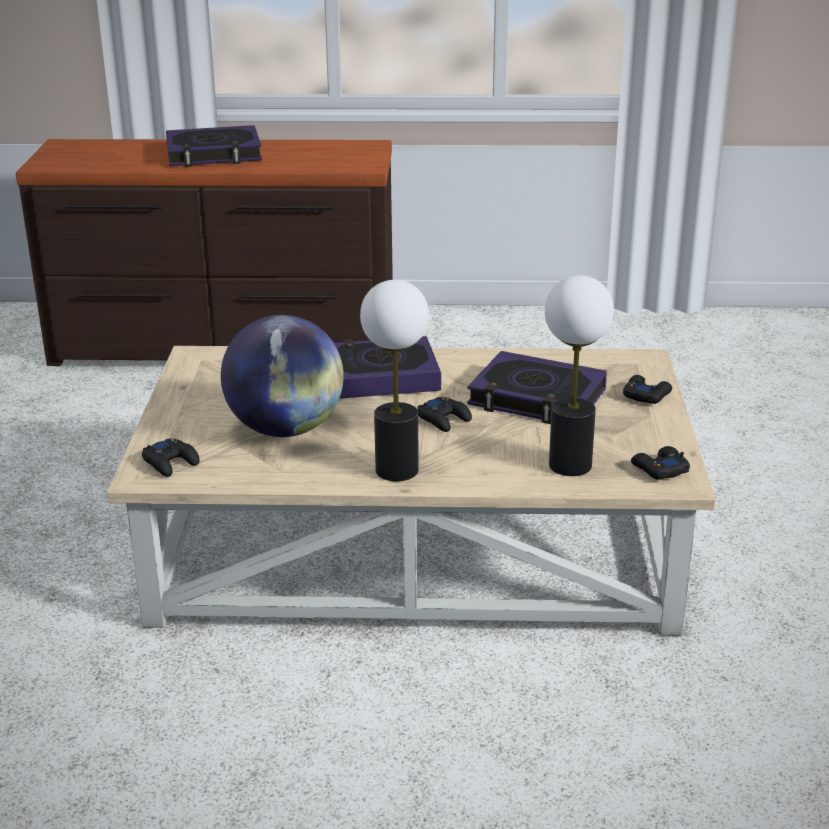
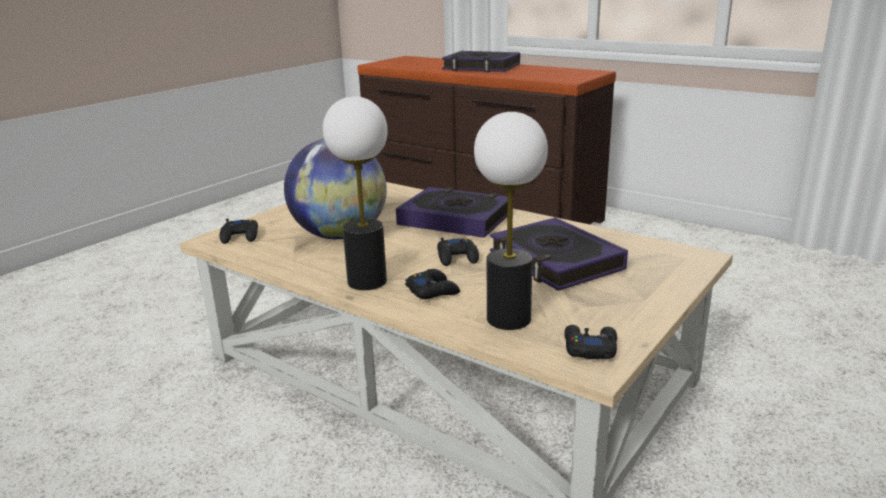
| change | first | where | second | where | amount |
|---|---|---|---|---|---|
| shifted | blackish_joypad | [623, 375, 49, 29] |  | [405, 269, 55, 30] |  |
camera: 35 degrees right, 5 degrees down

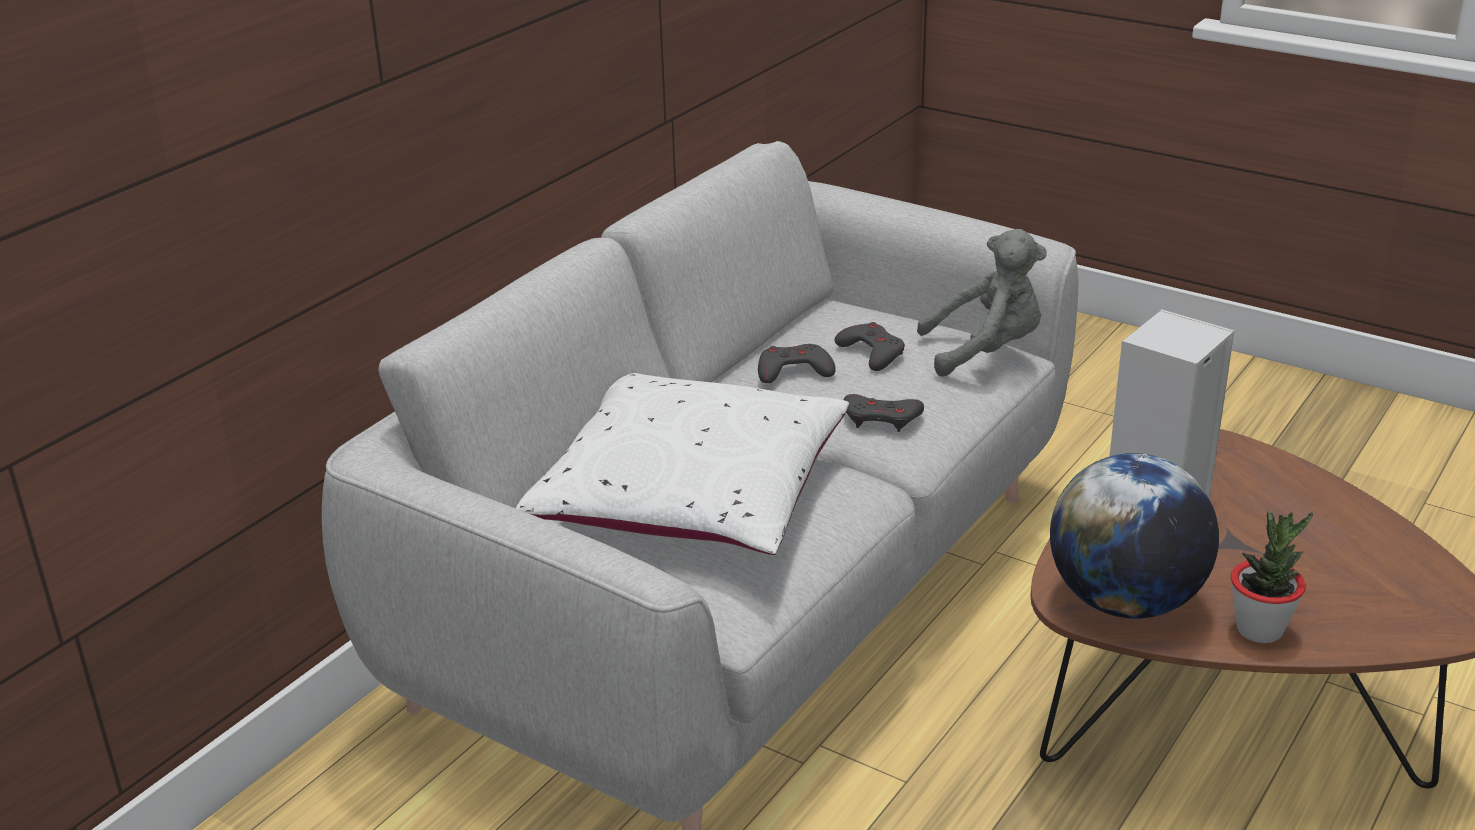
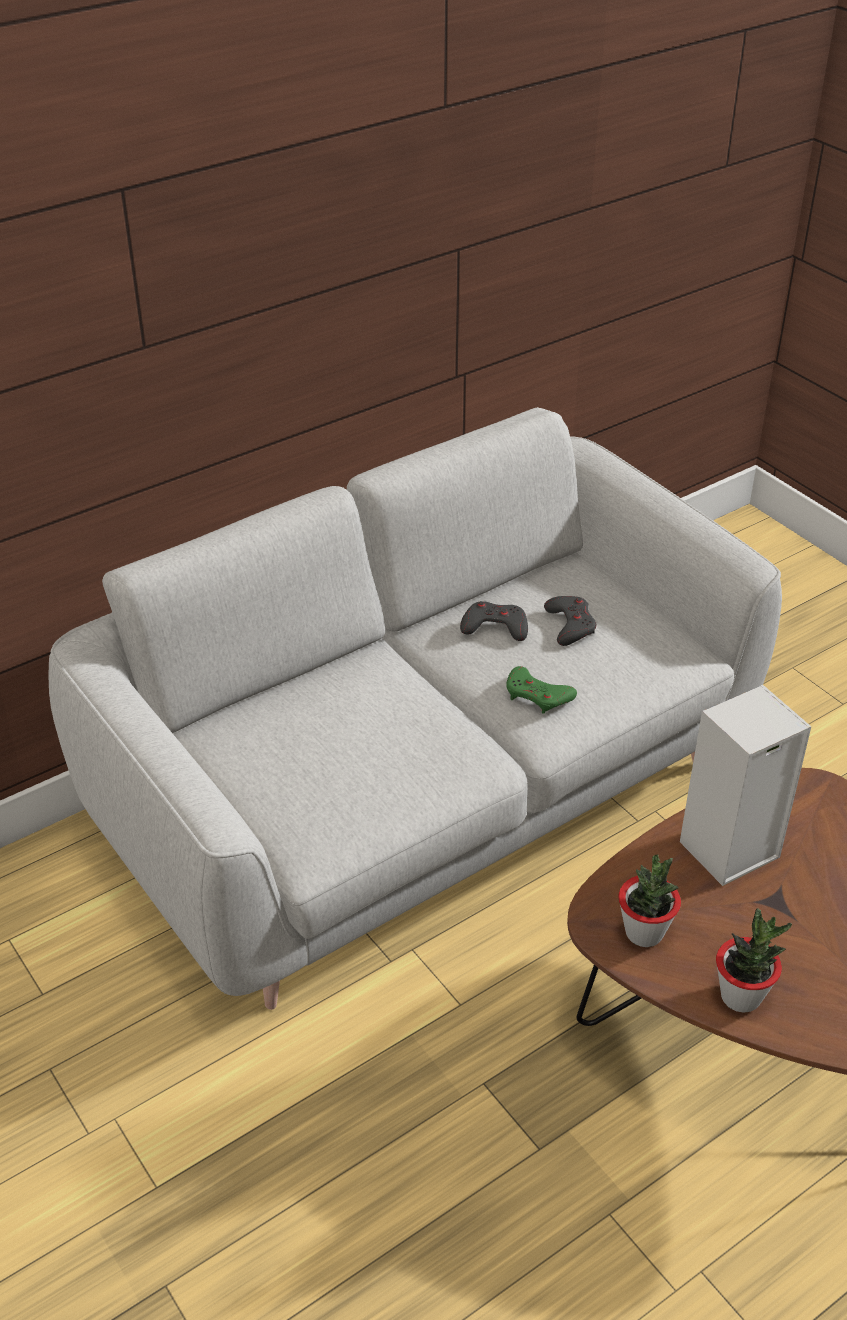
| change | first | where | second | where | amount |
|---|---|---|---|---|---|
| gone | gray_cuddly_toy | [917, 229, 130, 148] |  |  |  |
| gone | whitish_pillow | [516, 373, 333, 182] |  |  |  |
| repainted | gray_joypad | [843, 394, 81, 38] | greenish_joypad | [506, 666, 71, 48] |  |
| swapped | desk_globe | [1050, 453, 169, 166] | houseplant | [618, 855, 63, 92] |  |
camera: 20 degrees right, 10 degrees up

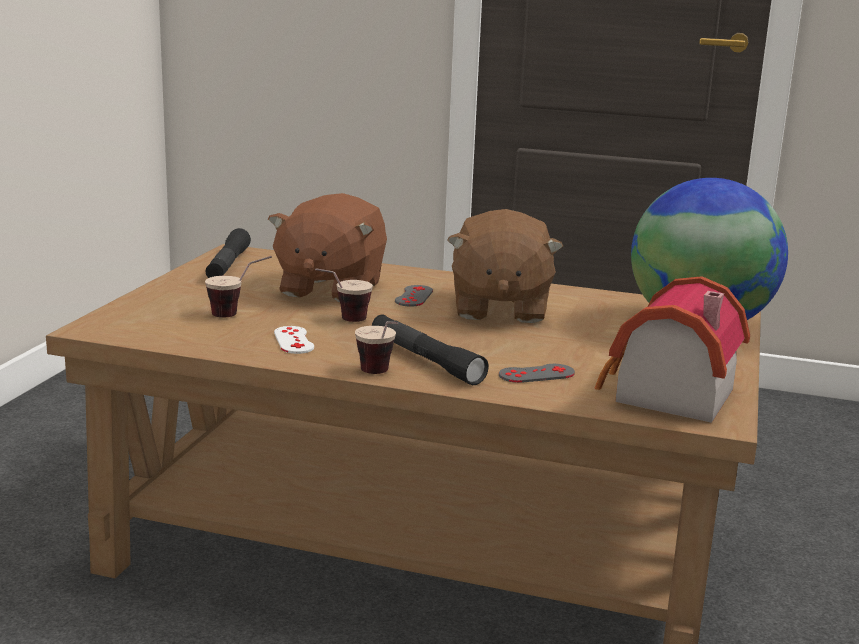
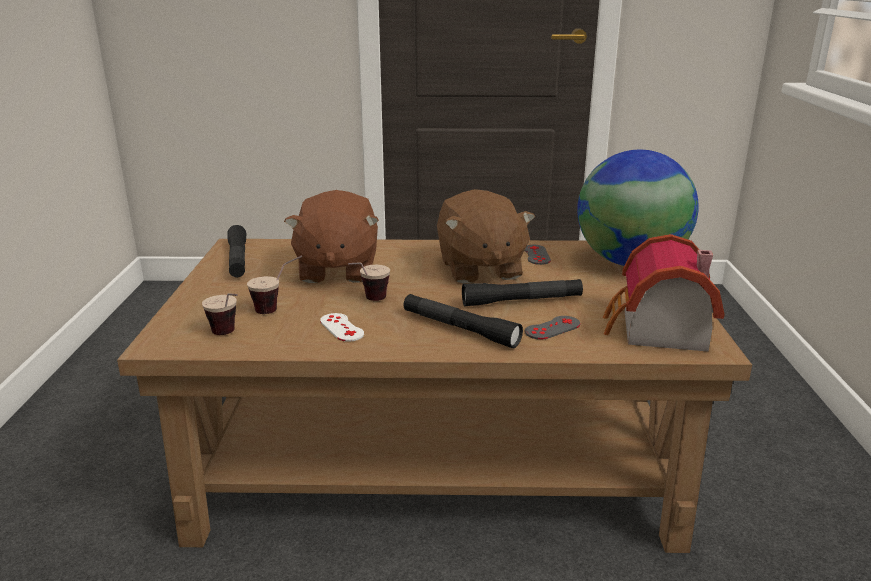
| change | first | where | second | where | amount |
|---|---|---|---|---|---|
| shifted | gray_joypad | [395, 285, 38, 22] |  | [525, 245, 26, 20] |  |
| shifted | drinking_cup | [355, 321, 43, 53] |  | [202, 293, 36, 42] |  |
| new |  |  | blackish_hand_torch | [462, 279, 121, 27] |  |
camera: 15 degrees left, 5 degrees up

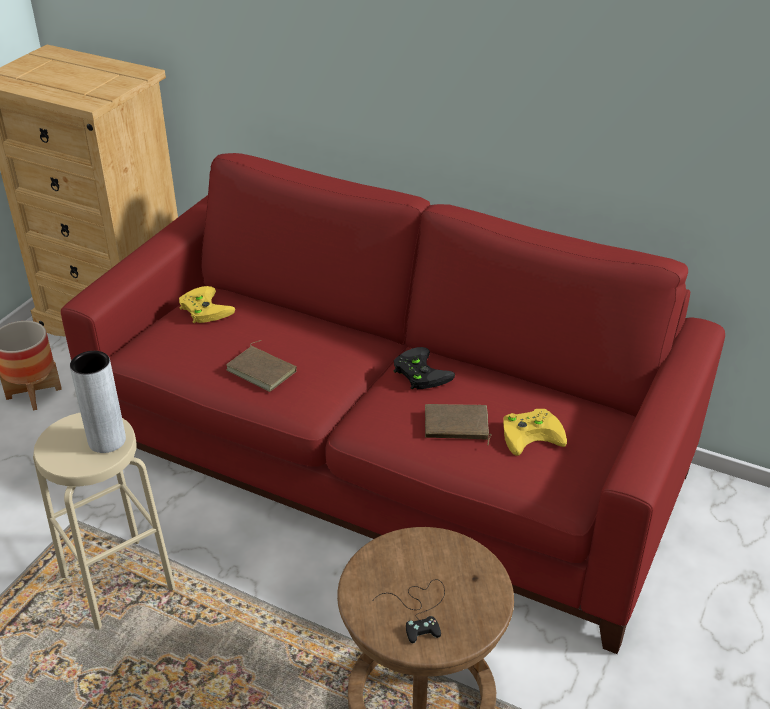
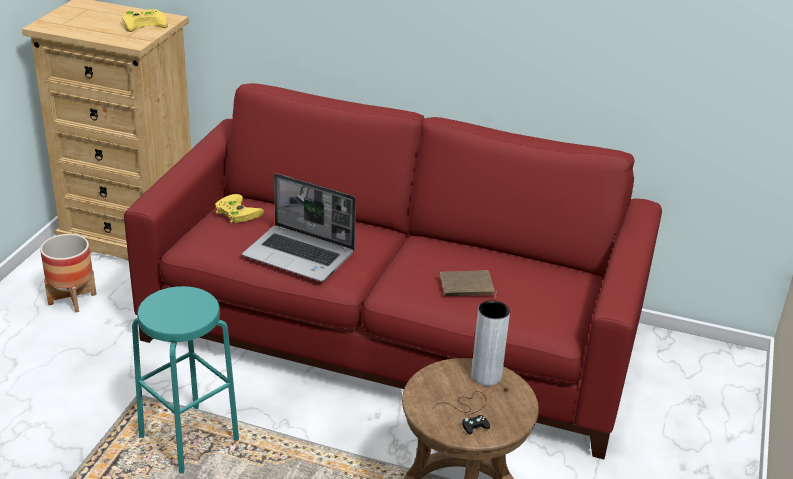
| change | first | where | second | where | amount |
|---|---|---|---|---|---|
| swapped | brown-coloured_volume | [226, 340, 71, 52] | portable_computer | [242, 173, 114, 109] |  |
| gone | blackish_joypad | [394, 347, 61, 43] |  |  |  |
| shifted | gray_decorative_vase | [70, 351, 56, 102] |  | [471, 300, 39, 86] |  |
| shifted | yellow-coloured_joypad | [503, 409, 64, 47] |  | [123, 9, 45, 23] |  |
| repainted | beige-coloured_stool | [33, 412, 142, 218] | blue-green_stool | [132, 286, 107, 187] |  |
camera: 10 degrees left, 5 degrees down

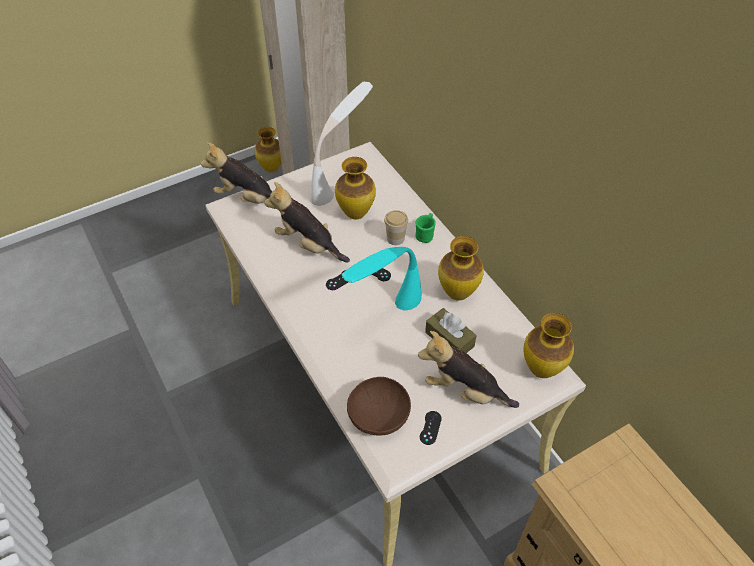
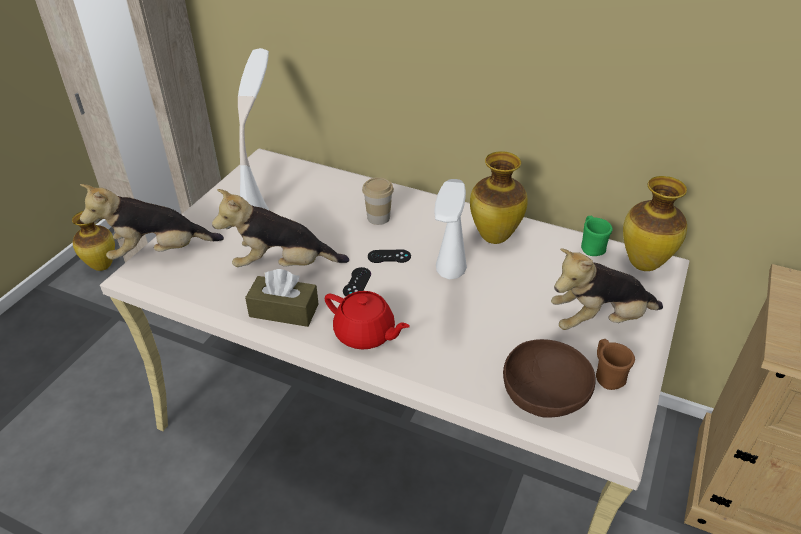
| change | first | where | second | where | amount |
|---|---|---|---|---|---|
| gone | decorative_vase | [335, 157, 41, 62] |  |  |  |
| shifted | greenish_mug | [415, 213, 21, 30] |  | [581, 216, 32, 40] |  |
| repainted | blue-green_lamp_for_a_table | [342, 247, 80, 64] | whitish_lamp_for_a_table | [434, 179, 33, 100] |  |
| shifted | brown-coloured_tissue_holder | [425, 308, 52, 45] |  | [245, 269, 73, 58] |  |
| swapped | blackish_joypad | [420, 411, 22, 34] | brown-coloured_mug | [596, 339, 39, 51] |  |
| new |  |  | red_pot_for_tea | [325, 291, 85, 59] |  |
camera: 35 degrees left, 10 degrees down

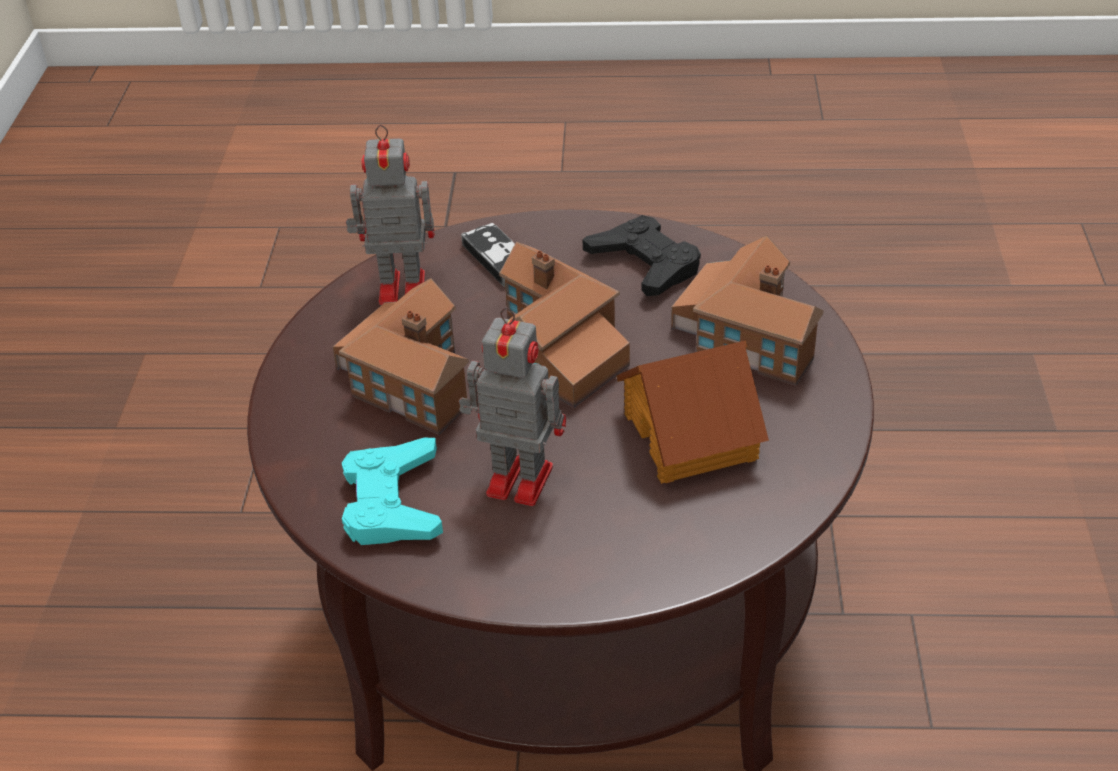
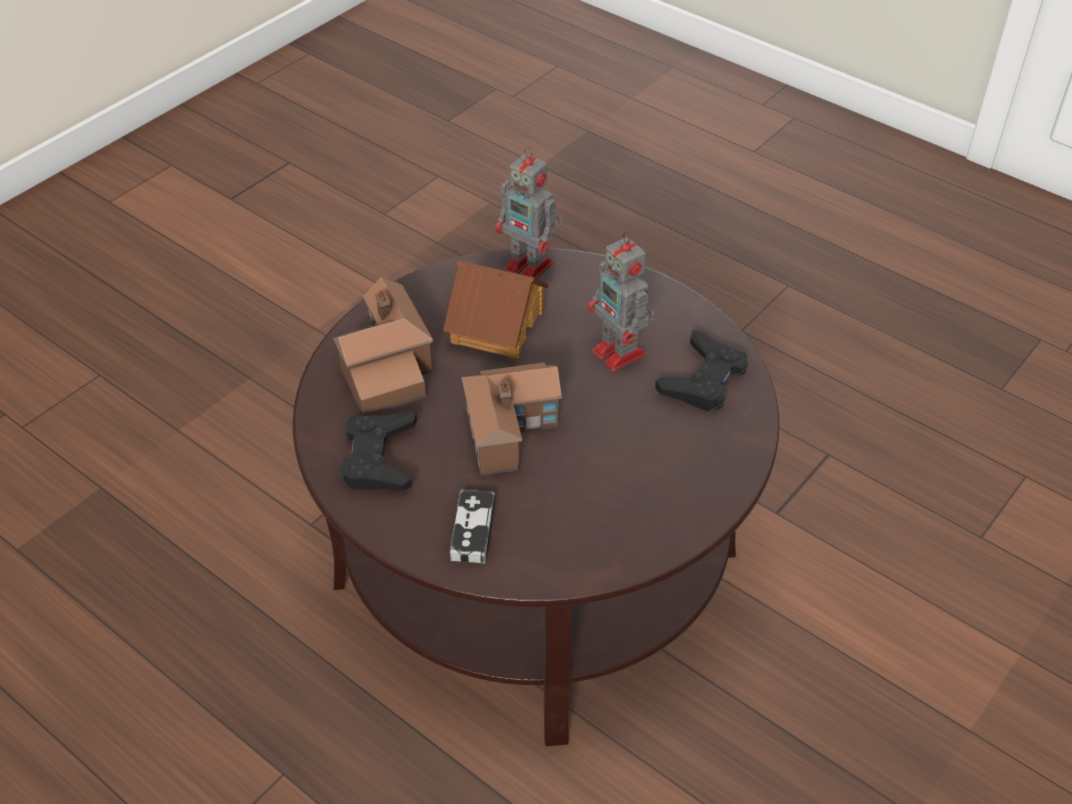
| change | first | where | second | where | amount |
|---|---|---|---|---|---|
| shifted | toy_robot | [346, 125, 89, 180] |  | [495, 147, 68, 132] |  |
| gone | toy_house | [333, 278, 136, 157] |  |  |  |
| repainted | blue-green_joypad | [342, 438, 101, 107] | blackish_joypad | [655, 330, 93, 81] |  |
camera: 145 degrees left, 5 degrees up

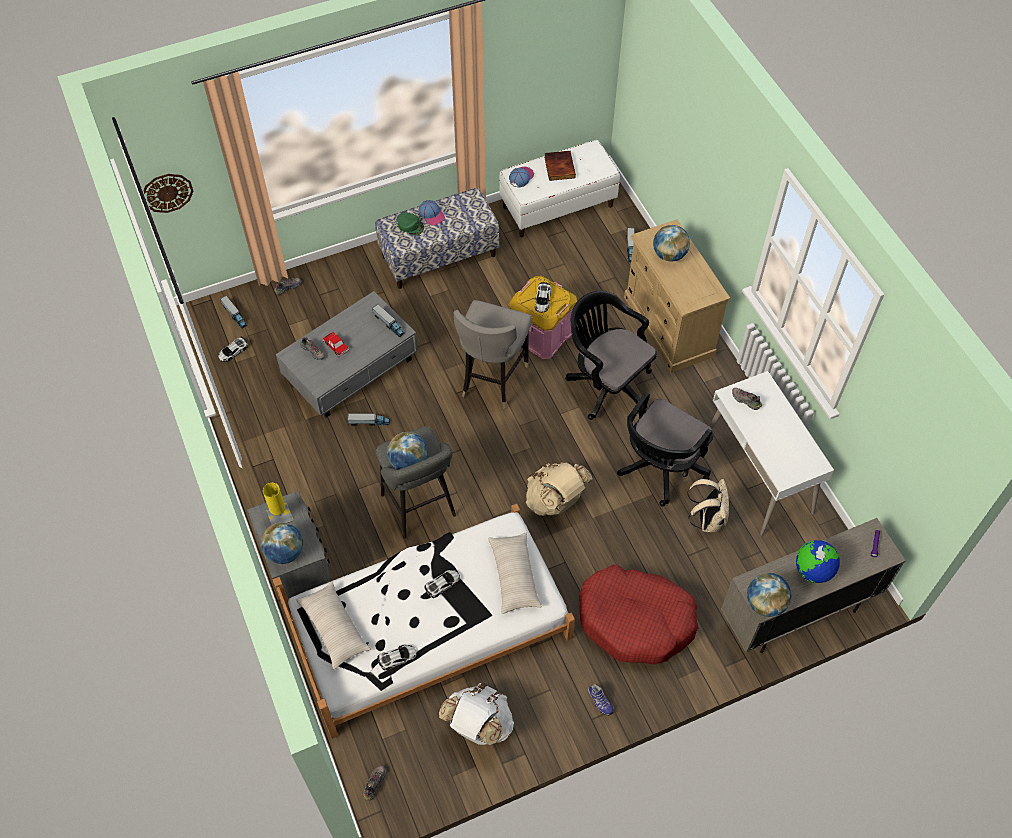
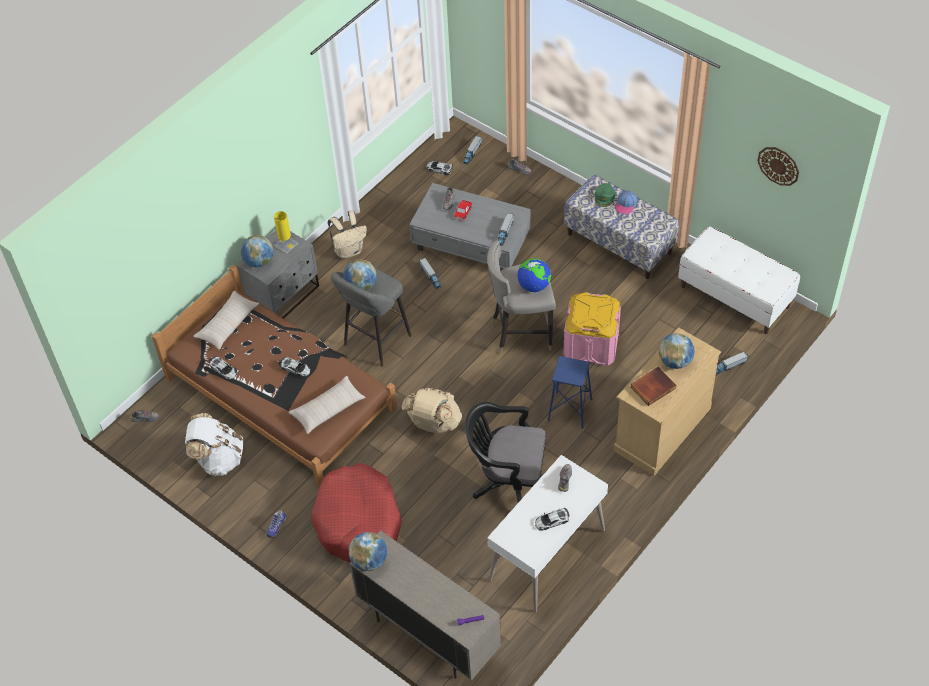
| change | first | where | second | where | amount |
|---|---|---|---|---|---|
| shifted | volume | [544, 151, 32, 30] |  | [630, 367, 46, 39] |  |
| gone | peaked_cap | [509, 166, 25, 21] |  |  |  |
| shifted | wall_clock | [143, 174, 50, 39] |  | [758, 147, 41, 39] |  |
| shifted | miniature_car | [535, 282, 16, 31] |  | [535, 508, 34, 22] |  |
| swapped | blackish_desk_chair | [565, 291, 92, 129] | bluish_stool | [548, 356, 44, 73] |  |
| shifted | beige-coloured_rucksack | [687, 479, 42, 53] |  | [328, 210, 39, 49] |  |
| repainted | whitish_bed | [273, 504, 302, 235] | brown-coloured_bed | [152, 265, 245, 221] |  |
| shifted | desk_globe | [796, 540, 44, 43] |  | [517, 259, 34, 33] |  |
camera: 65 degrees right, 5 degrees down

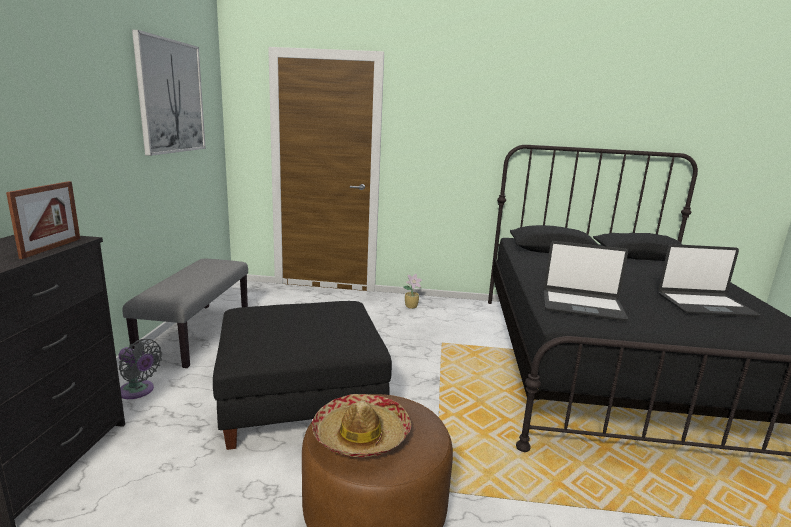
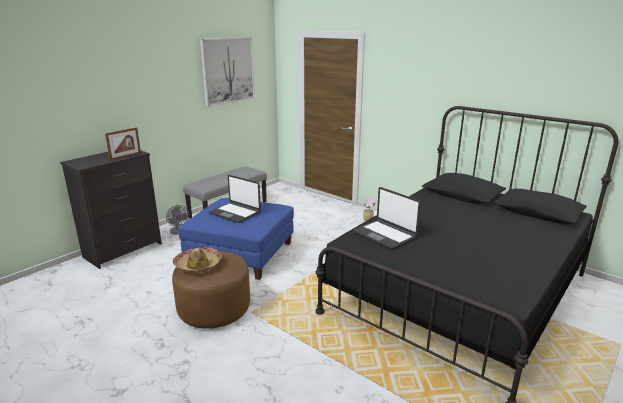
| change | first | where | second | where | amount |
|---|---|---|---|---|---|
| shifted | portable_computer | [658, 244, 102, 73] |  | [209, 175, 52, 48] |  |
| repainted | blackish_footrest | [213, 301, 179, 149] | bluish_footrest | [178, 198, 116, 82] |  |
camera: 35 degrees right, 5 degrees up

